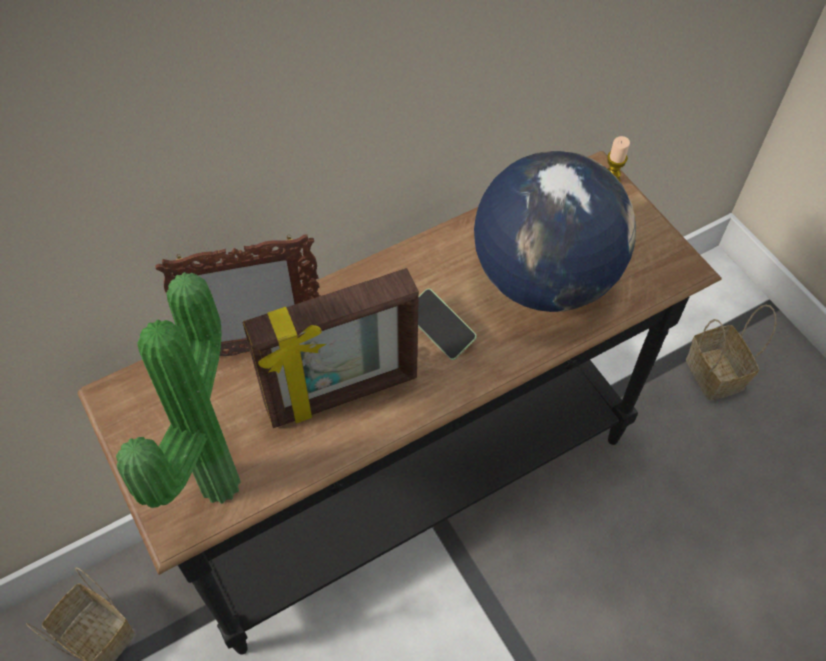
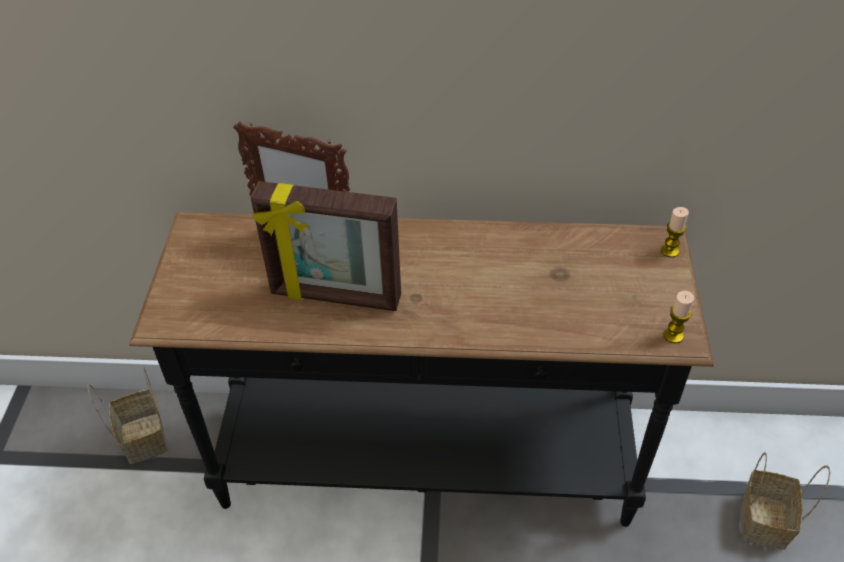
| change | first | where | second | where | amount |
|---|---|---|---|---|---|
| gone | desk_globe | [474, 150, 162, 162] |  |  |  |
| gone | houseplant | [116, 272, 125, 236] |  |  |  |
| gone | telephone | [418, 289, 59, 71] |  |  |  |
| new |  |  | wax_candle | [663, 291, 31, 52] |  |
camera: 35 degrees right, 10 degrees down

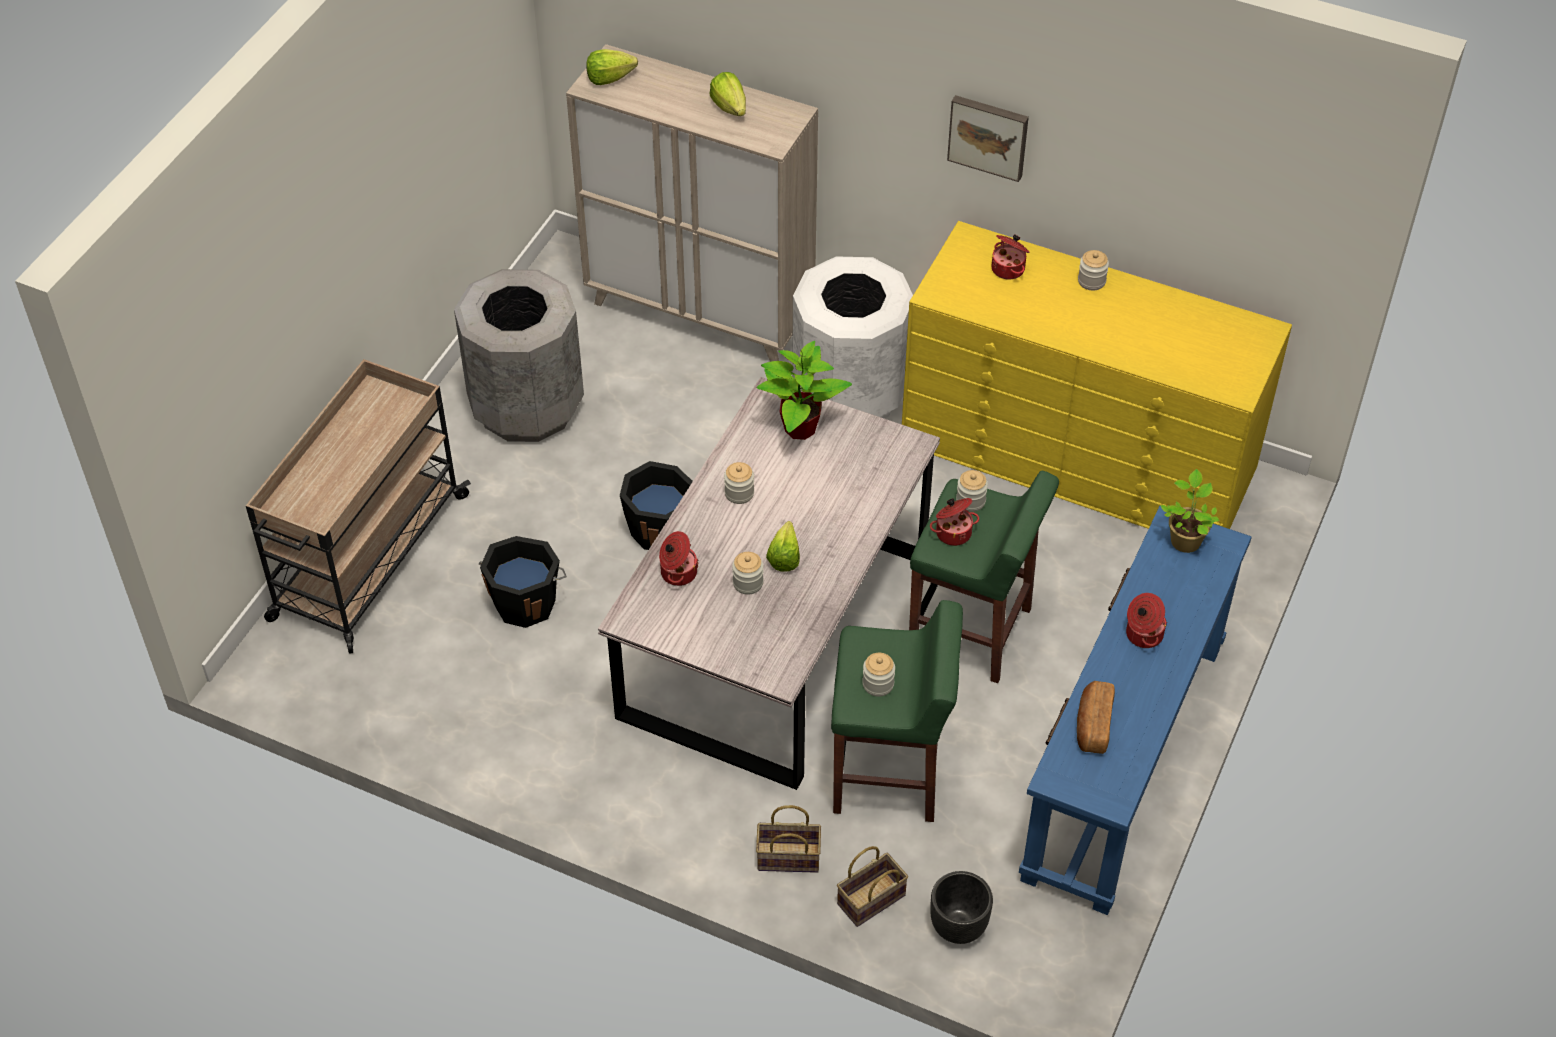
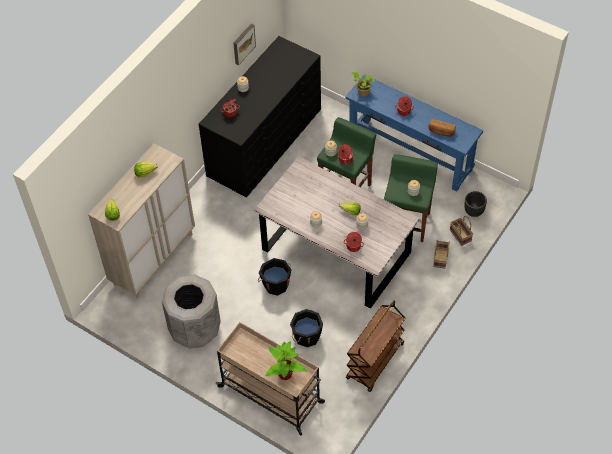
| change | first | where | second | where | amount |
|---|---|---|---|---|---|
| shifted | wall_art | [947, 95, 82, 87] |  | [233, 24, 23, 41] |  |
| repainted | yellow-coloured_drawer_chest | [902, 221, 390, 308] | blackish_drawer_chest | [199, 36, 122, 162] |  |
| gone | whitish_trash_can | [792, 256, 121, 163] |  |  |  |
| shifted | houseplant | [756, 341, 96, 99] |  | [266, 341, 41, 39] |  |
| new |  |  | brown-coloured_cart | [346, 300, 59, 92] |  |
camera: 80 degrees left, 5 degrees up

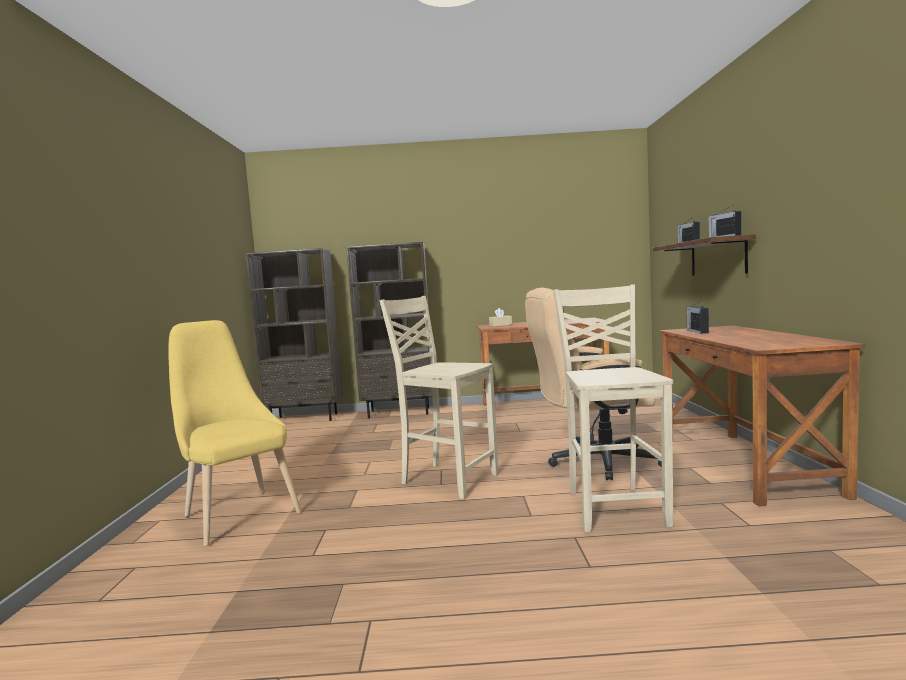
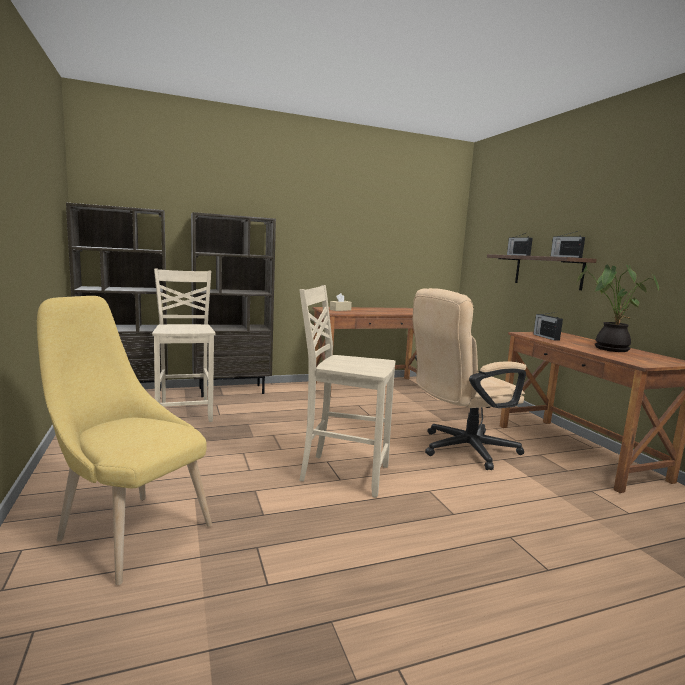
| change | first | where | second | where | amount |
|---|---|---|---|---|---|
| shifted | beige-coloured_upright_chair | [553, 284, 120, 248] |  | [152, 269, 64, 153] |  |
| new |  |  | houseplant | [576, 264, 83, 88] |  |
camera: 20 degrees left, 5 degrees up

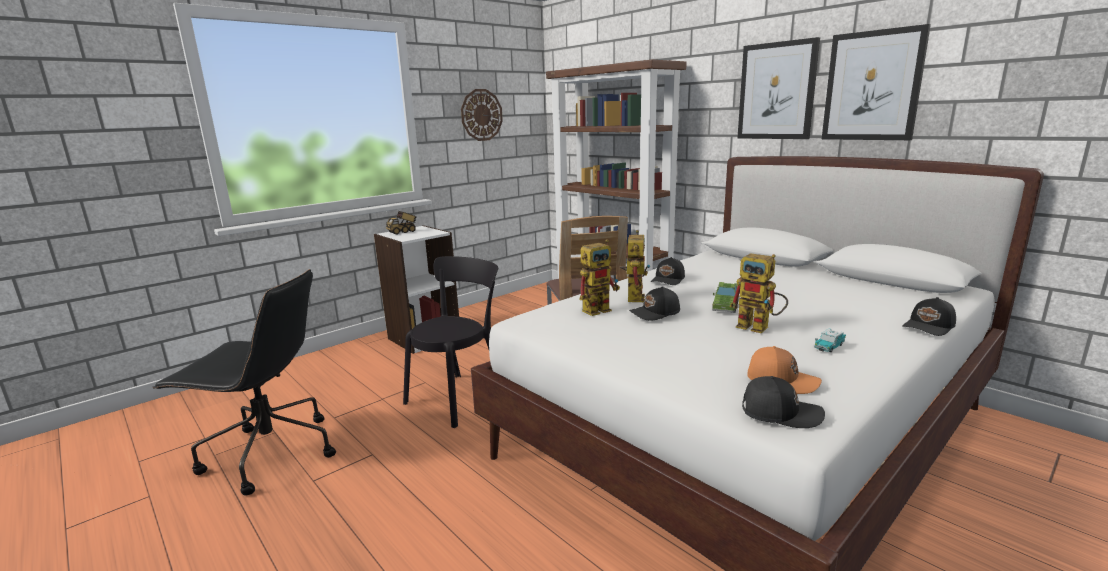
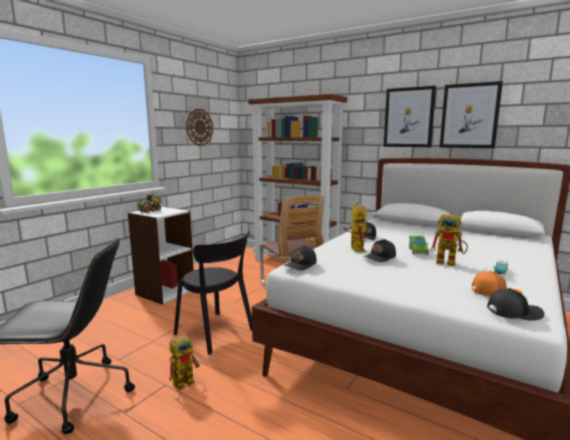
| change | first | where | second | where | amount |
|---|---|---|---|---|---|
| shifted | toy_robot | [579, 239, 41, 77] |  | [169, 332, 31, 59] |  |
| rotated | blackish_upright_chair | [403, 256, 95, 172] |  | [174, 231, 78, 124] | 105 degrees clockwise |
| shifted | blackish_peaked_cap | [902, 297, 54, 39] |  | [284, 245, 33, 26] |  |
camera: 15 degrees left, 5 degrees down

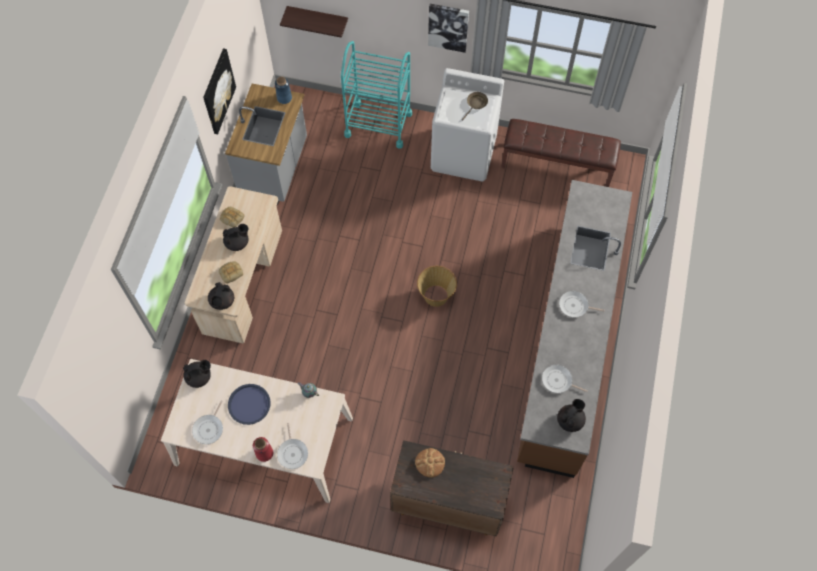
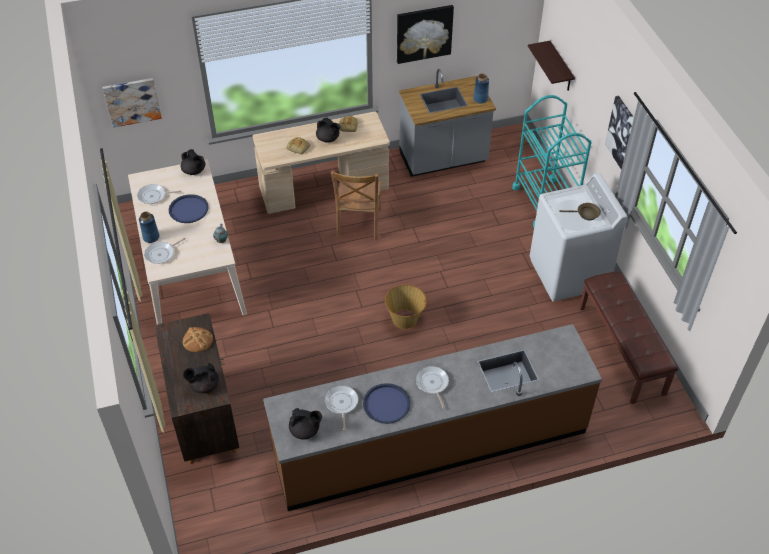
| change | first | where | second | where | amount |
|---|---|---|---|---|---|
| shifted | blackish_pot_for_tea | [208, 282, 26, 28] |  | [183, 363, 36, 30] |  |
| repainted | red_decorative_vase | [253, 437, 20, 25] | bluish_decorative_vase | [139, 212, 20, 31] |  |
| new |  |  | wall_art | [103, 78, 59, 50] |  |
| new |  |  | brown-coloured_upright_chair | [331, 171, 50, 69] |  |
| new |  |  | bluish_carrying_tray | [363, 383, 47, 41] |  |
camera: 60 degrees right, 15 degrees down

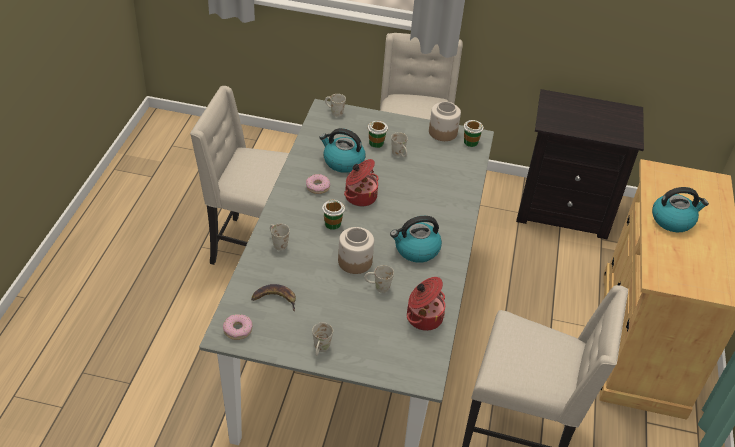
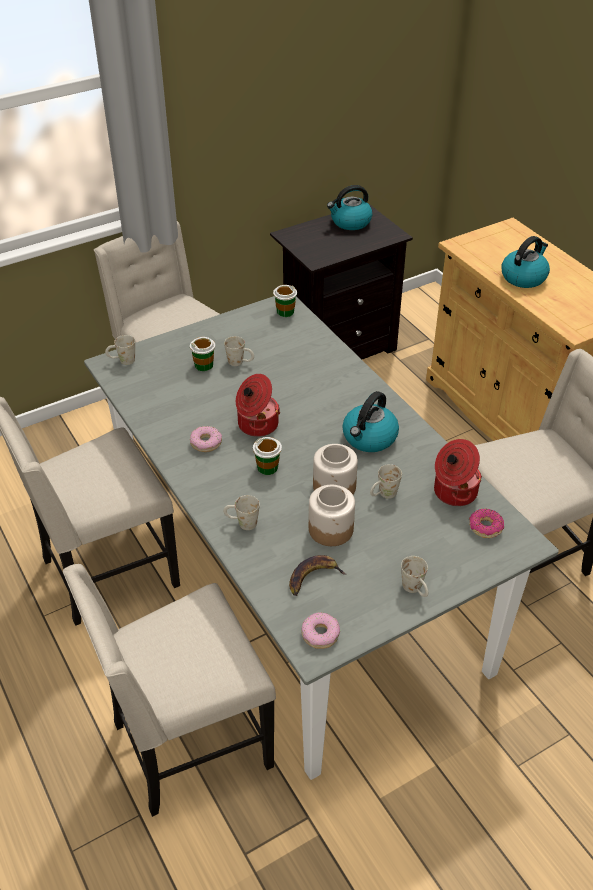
| change | first | where | second | where | amount |
|---|---|---|---|---|---|
| shifted | storage_jar | [429, 101, 32, 40] |  | [309, 485, 46, 61] |  |
| shifted | kettle | [319, 128, 46, 45] |  | [327, 185, 45, 45] |  |
| new |  |  | donut | [469, 509, 35, 29] |  |
| new |  |  | beige-coloured_upright_chair | [63, 564, 213, 253] |  |
camera: 40 degrees left, 0 degrees up

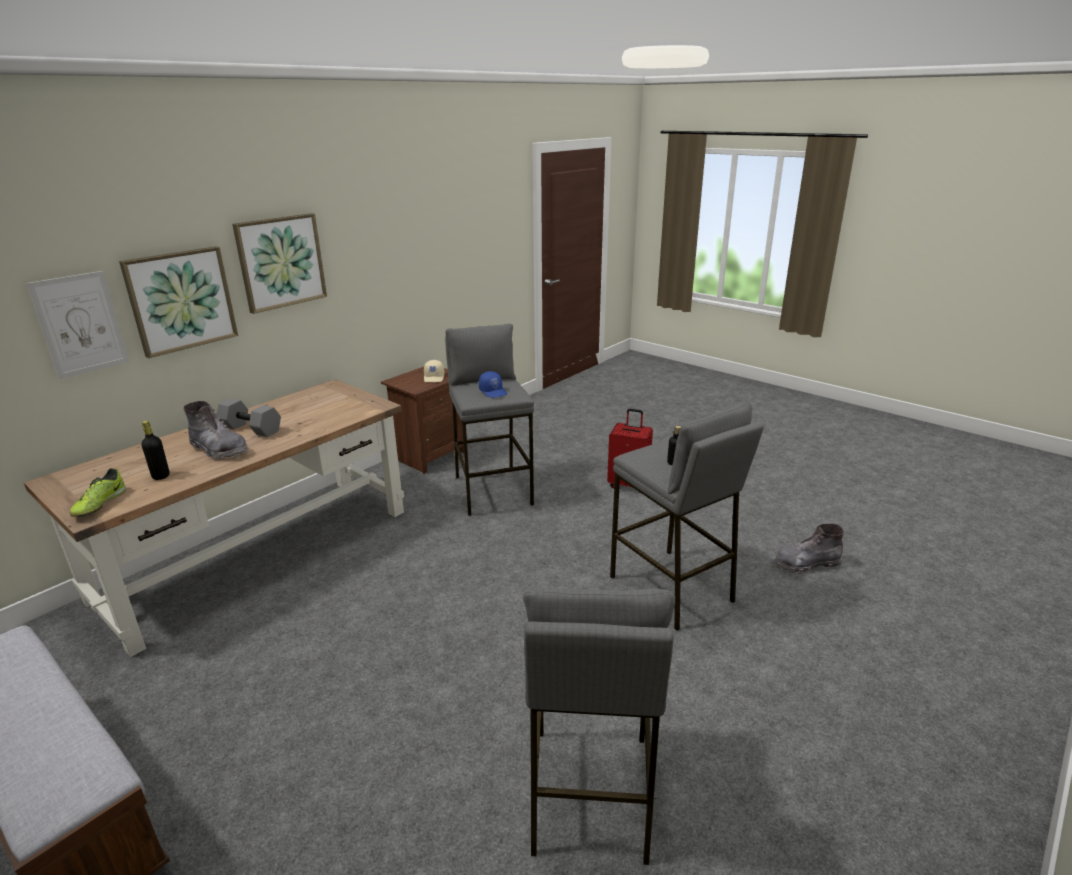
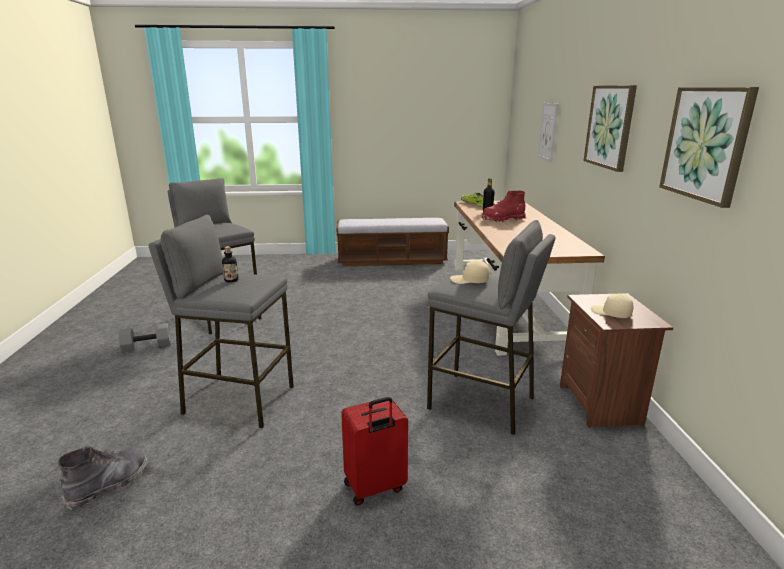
| change | first | where | second | where | amount |
|---|---|---|---|---|---|
| shifted | wall_art | [119, 246, 119, 112] |  | [659, 87, 100, 121] |  |
| repainted | bluish_peaked_cap | [479, 371, 28, 27] | beige-coloured_peaked_cap | [450, 260, 39, 24] |  |
| shifted | gray_dumbbell | [216, 398, 65, 39] |  | [118, 323, 53, 29] |  |
| repainted | gray_boot | [183, 401, 65, 59] | red_boot | [482, 190, 44, 33] |  |
camera: 135 degrees right, 5 degrees down

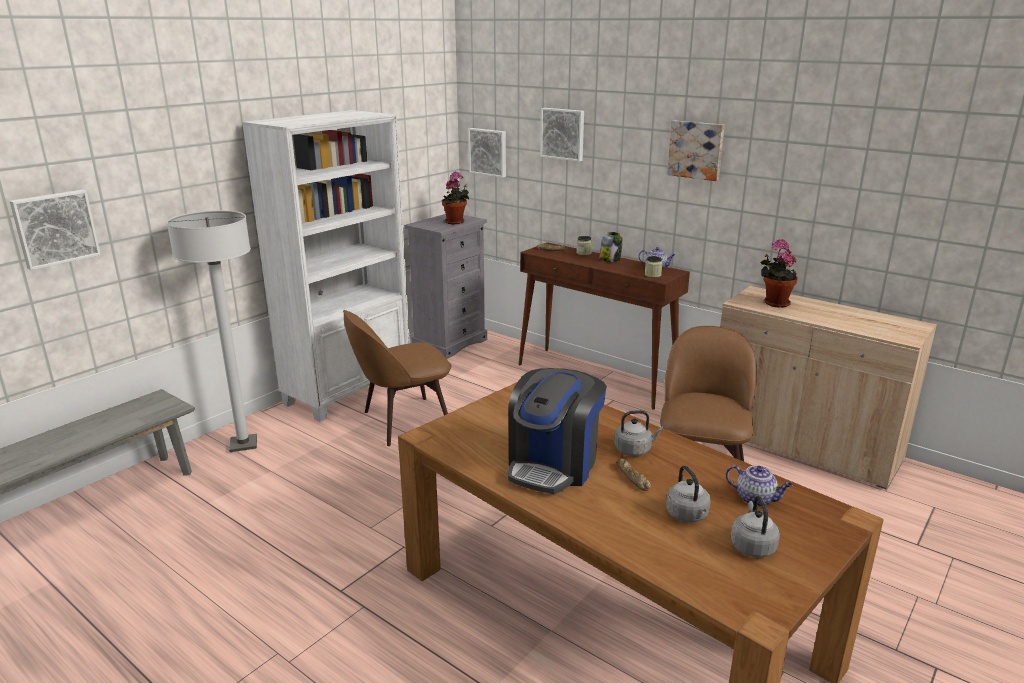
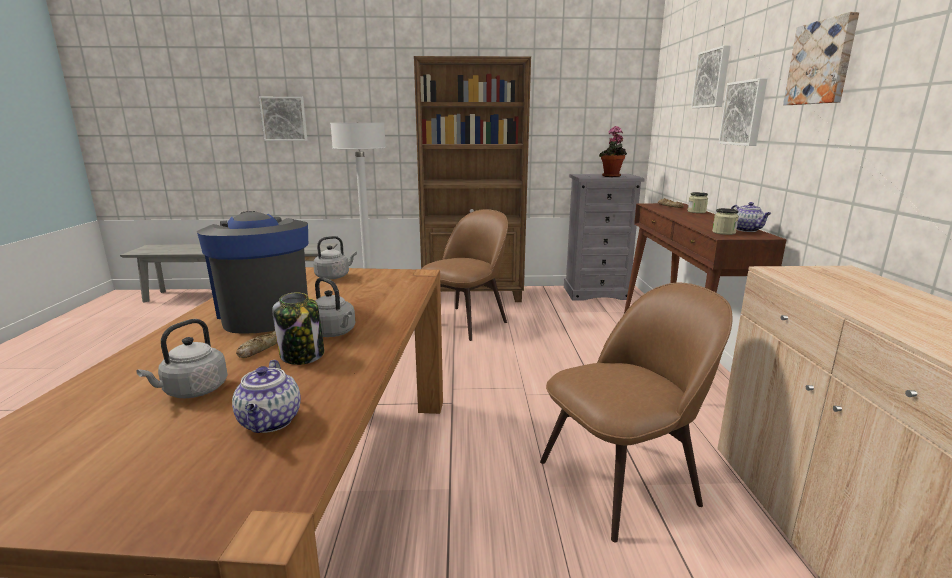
| change | first | where | second | where | amount |
|---|---|---|---|---|---|
| repainted | whitish_shelving_unit | [242, 110, 168, 312] | brown-coloured_shelving_unit | [414, 56, 117, 246] |  |
| shifted | wall_art | [468, 128, 38, 50] |  | [718, 78, 50, 68] |  |
| shifted | storage_jar | [599, 232, 24, 30] |  | [272, 292, 52, 73] |  |
| gone | houseplant | [761, 239, 37, 69] |  |  |  |
| rotated | brown-coloured_upright_chair | [343, 310, 109, 136] |  | [422, 209, 86, 132] | 105 degrees clockwise |
| rotated | coffee_maker | [508, 368, 99, 126] |  | [197, 211, 111, 123] | 75 degrees clockwise |
| shifted | gray_kettle | [731, 496, 49, 62] |  | [313, 236, 44, 43] |  |
camera: 50 degrees right, 5 degrees down

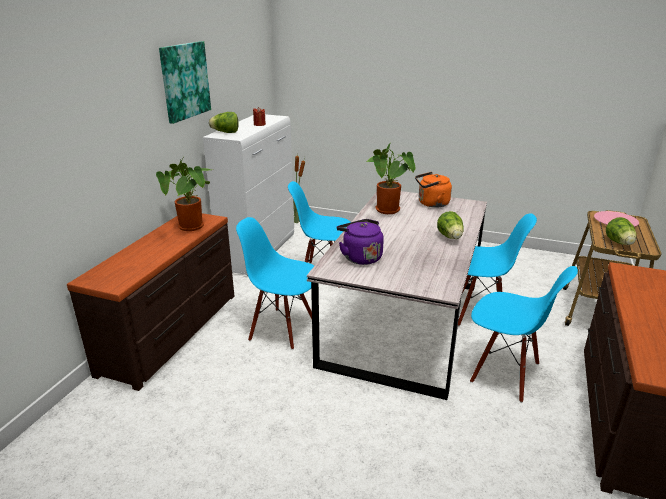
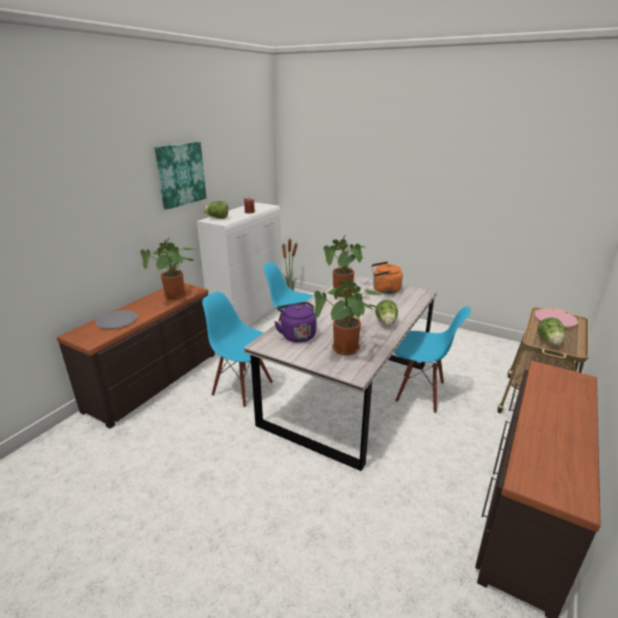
| change | first | where | second | where | amount |
|---|---|---|---|---|---|
| gone | bluish_upright_chair | [470, 266, 108, 137] |  |  |  |
| new |  |  | houseplant | [314, 277, 68, 78] |  |
| new |  |  | gray_dinner_plate | [96, 310, 41, 19] |  |
camera: 10 degrees right, 0 degrees up

